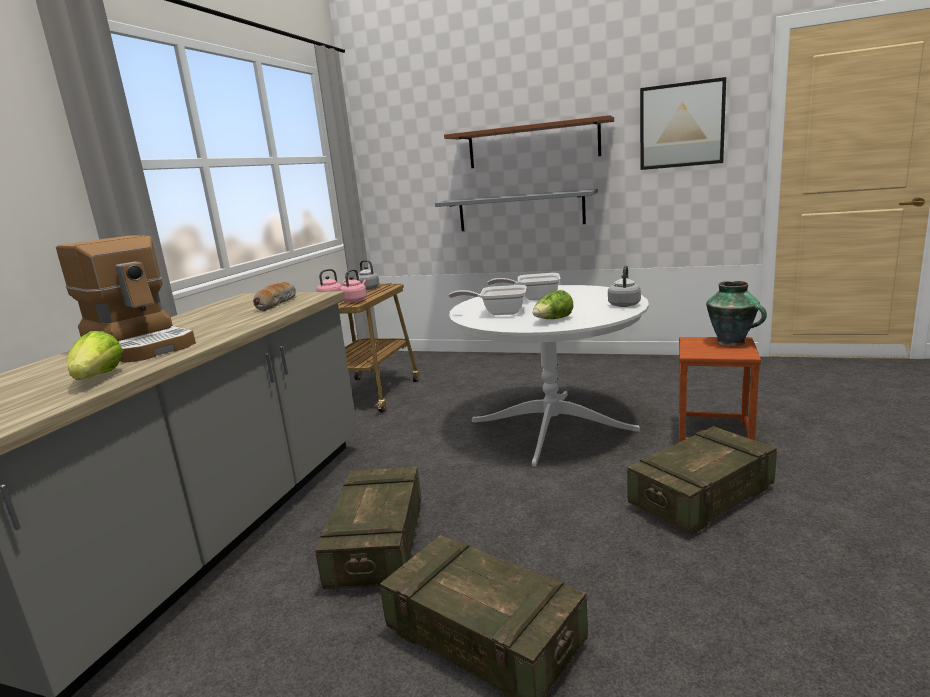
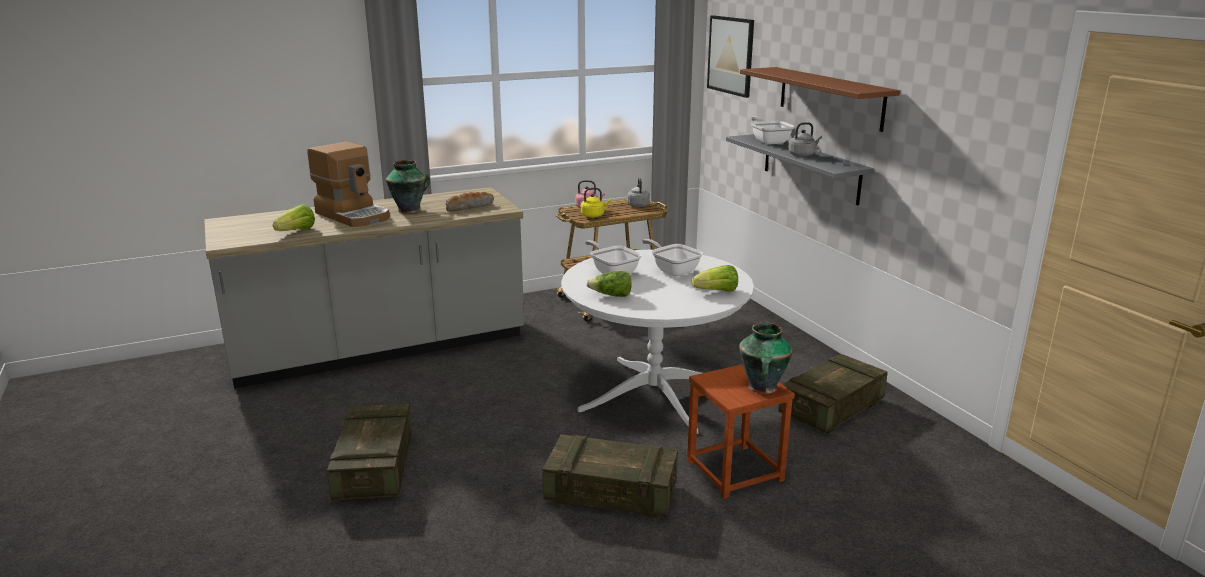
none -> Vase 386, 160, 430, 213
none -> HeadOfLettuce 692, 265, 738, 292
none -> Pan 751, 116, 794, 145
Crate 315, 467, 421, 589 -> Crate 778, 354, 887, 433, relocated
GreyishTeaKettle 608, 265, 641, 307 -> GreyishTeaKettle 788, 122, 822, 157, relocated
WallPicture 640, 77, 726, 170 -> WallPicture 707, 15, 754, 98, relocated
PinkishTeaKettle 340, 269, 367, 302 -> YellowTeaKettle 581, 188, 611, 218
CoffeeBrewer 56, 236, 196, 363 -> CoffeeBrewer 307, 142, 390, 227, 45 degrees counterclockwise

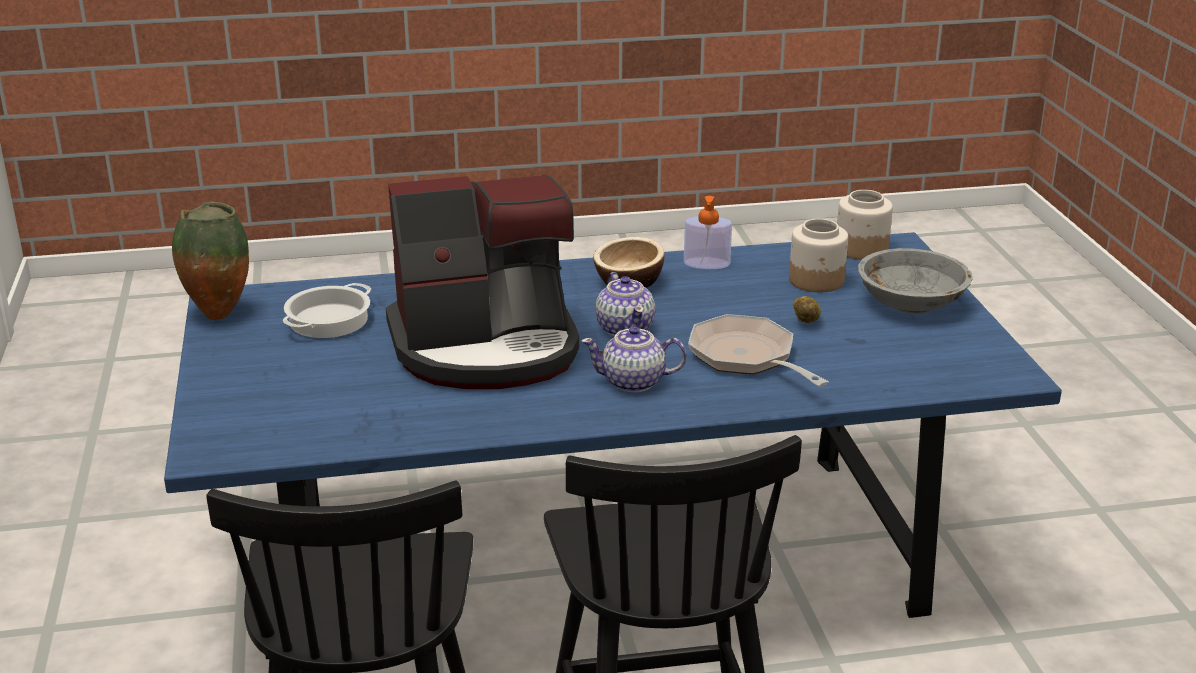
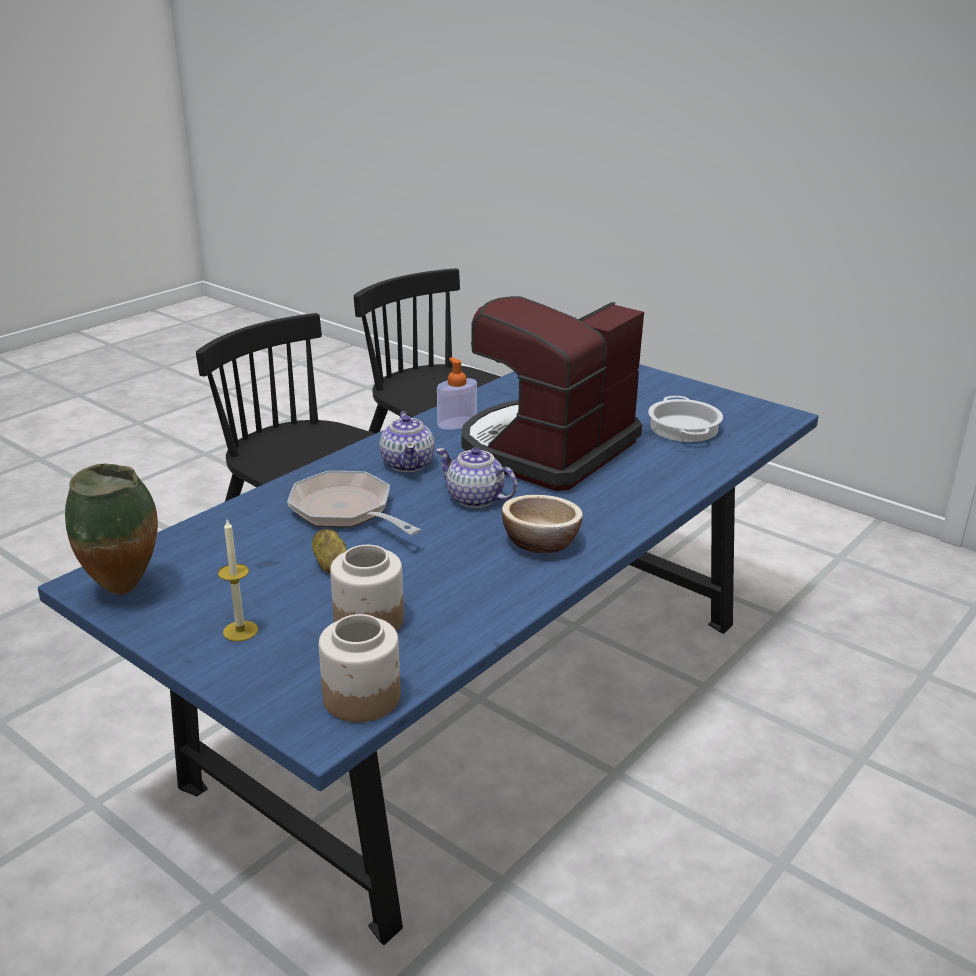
Vase 172, 202, 249, 320 -> Vase 65, 463, 158, 595, relocated
SoapBottle 684, 196, 732, 269 -> SoapBottle 437, 357, 477, 430, relocated
GreyishDeepDish 858, 248, 973, 314 -> WaxLight 218, 520, 258, 641
Teapot 581, 326, 687, 393 -> Teapot 380, 411, 435, 472, 120 degrees clockwise
Pan 688, 314, 829, 386 -> Pan 287, 471, 421, 535, 150 degrees counterclockwise

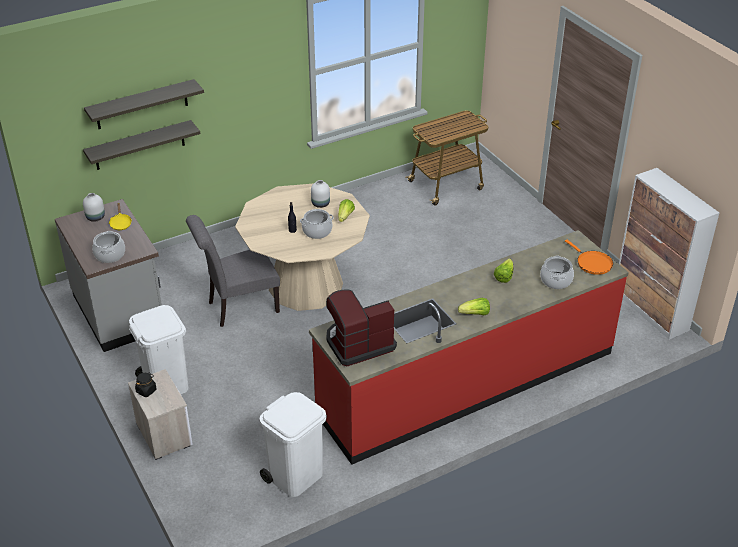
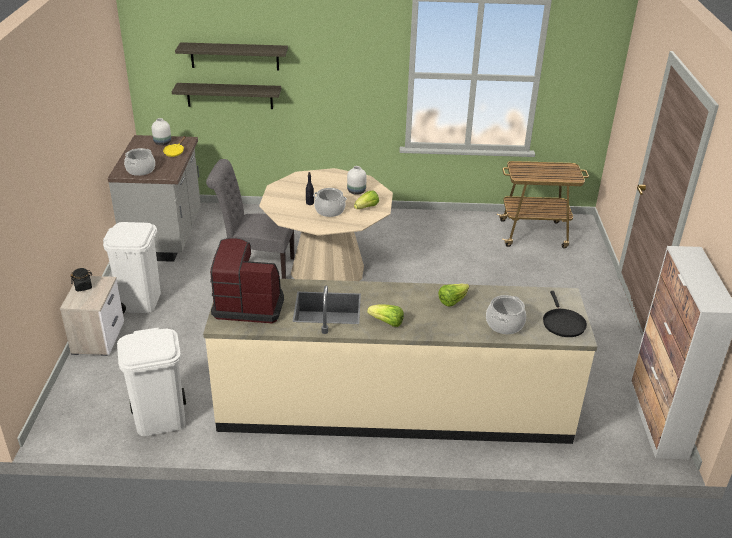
ReddishCounter 309, 230, 629, 465 -> BeigeColouredCounter 203, 279, 598, 444
OrangeyPan 565, 240, 613, 275 -> BlackColouredPan 543, 291, 587, 337

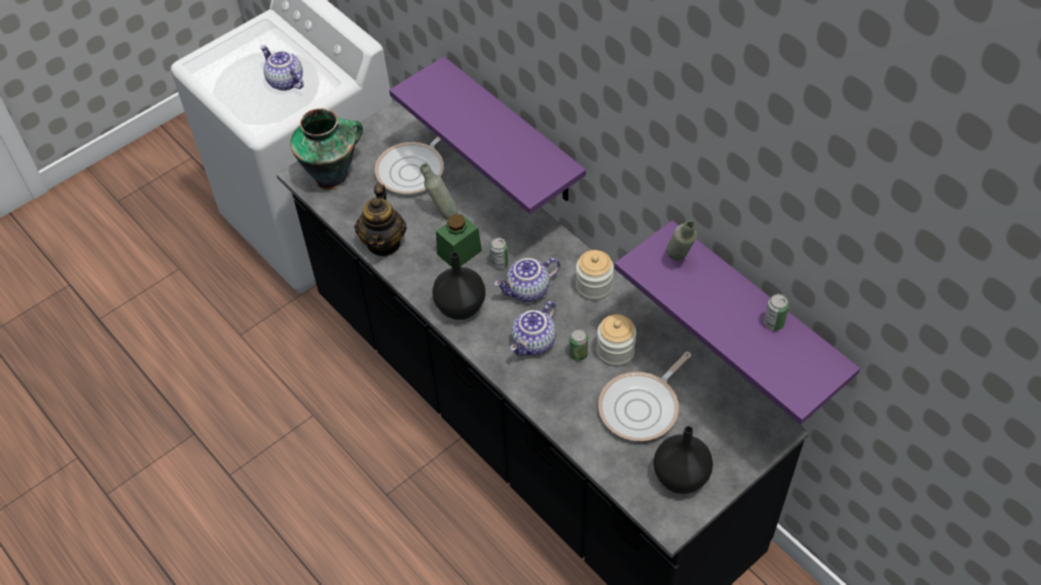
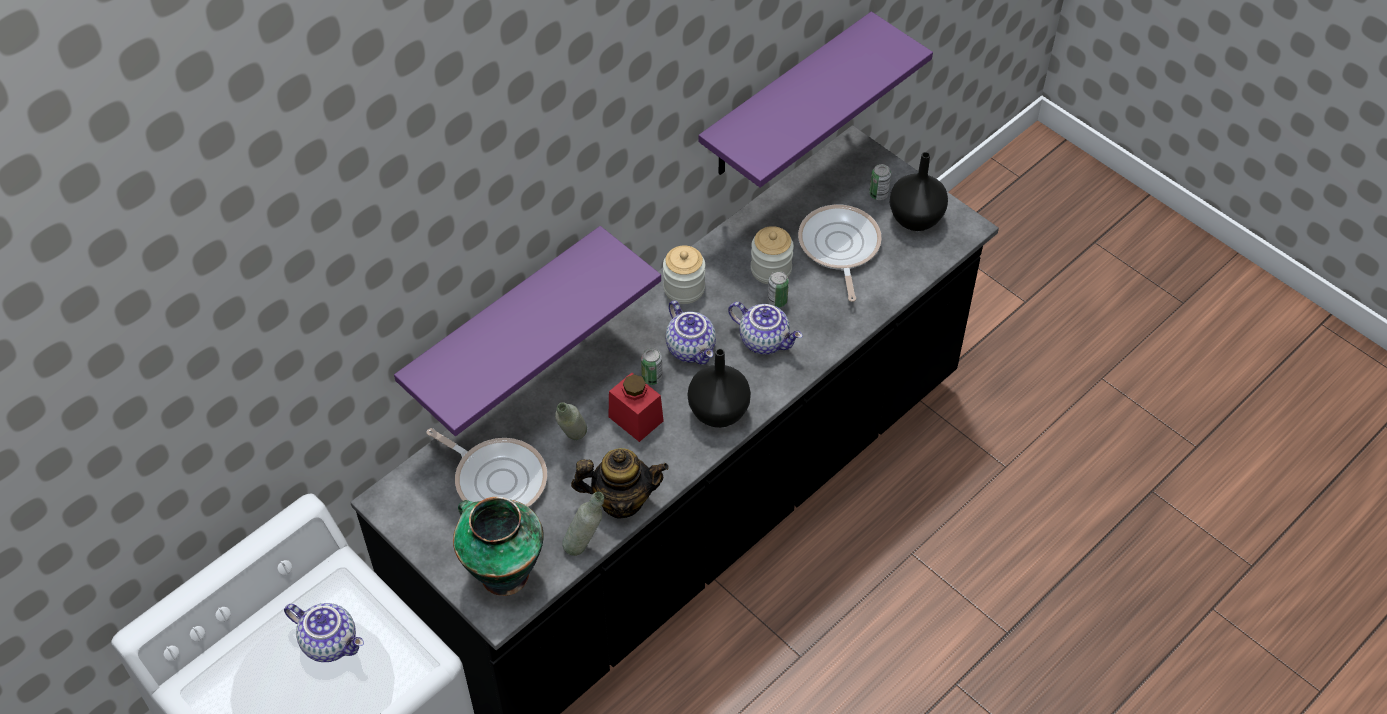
GreyishDrinkBottle 667, 220, 697, 260 -> GreyishDrinkBottle 562, 492, 604, 556, relocated
SealedCan 764, 294, 789, 331 -> SealedCan 869, 164, 891, 200, relocated
GreenishStorageJar 436, 214, 482, 267 -> ReddishStorageJar 609, 373, 664, 442
Teapot 260, 45, 304, 91 -> Teapot 284, 603, 364, 662, 105 degrees counterclockwise
Pan 598, 352, 691, 441 -> Pan 798, 205, 882, 302, 135 degrees counterclockwise

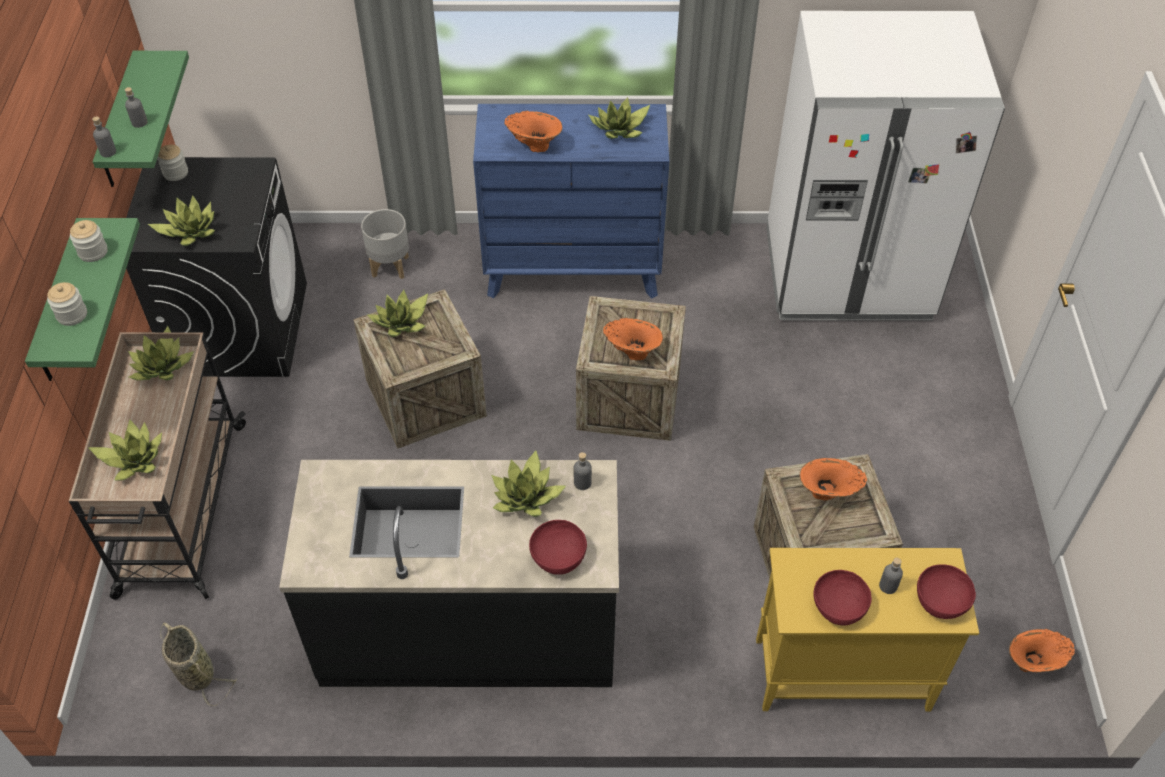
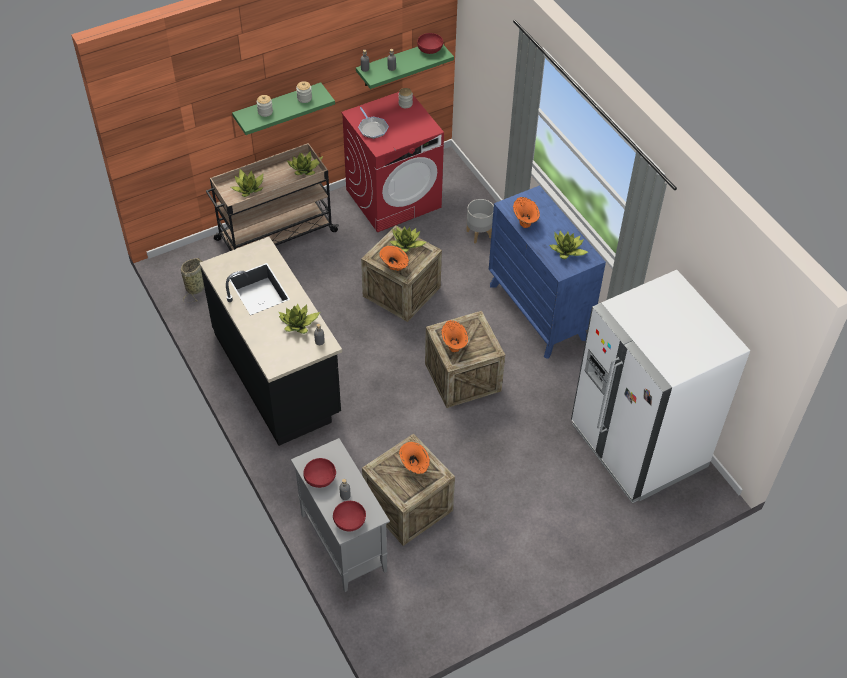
ReddishDeepDish 529, 520, 587, 575 -> ReddishDeepDish 417, 33, 443, 54, relocated
OrangeyVase 1009, 629, 1075, 673 -> OrangeyVase 379, 246, 409, 271, relocated
Houseplant 148, 195, 215, 246 -> Pan 358, 107, 389, 139
BlackColouredLaundryAppliance 126, 157, 307, 377 -> ReddishLaundryAppliance 341, 92, 444, 232
YellowCabinet 756, 548, 979, 712 -> GreyishCabinet 291, 438, 390, 592

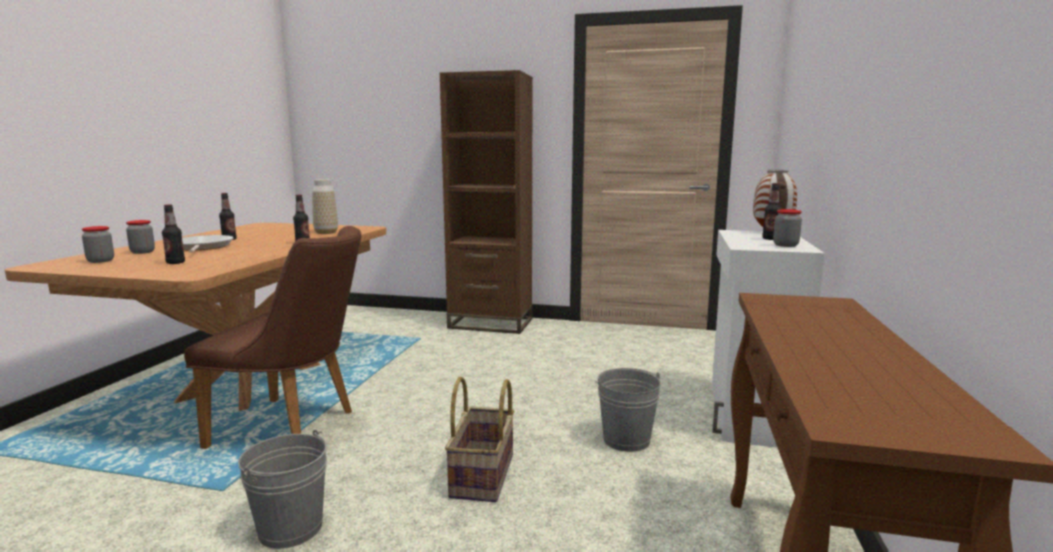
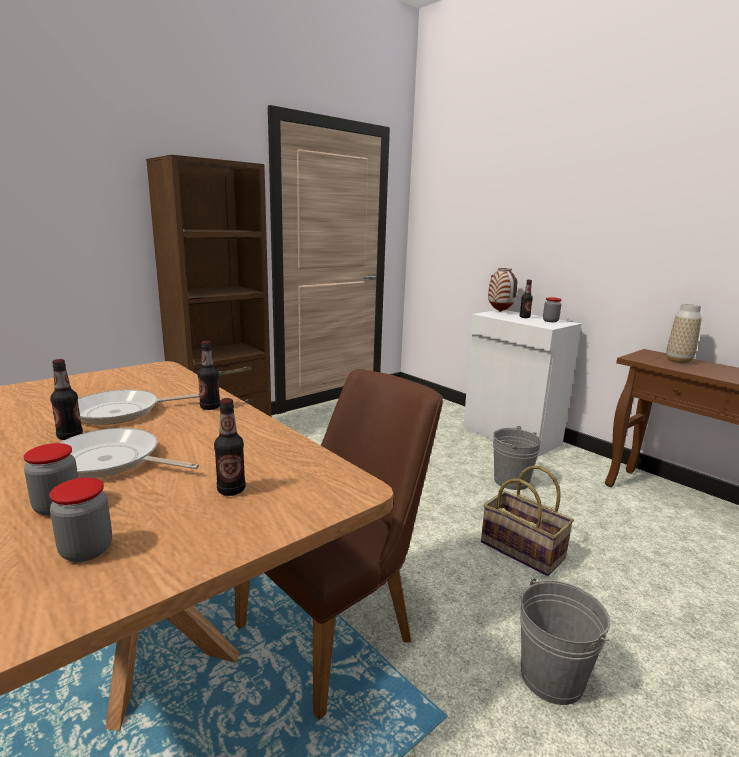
none -> Pan 78, 390, 200, 424
Vase 312, 179, 338, 234 -> Vase 666, 303, 702, 363, relocated

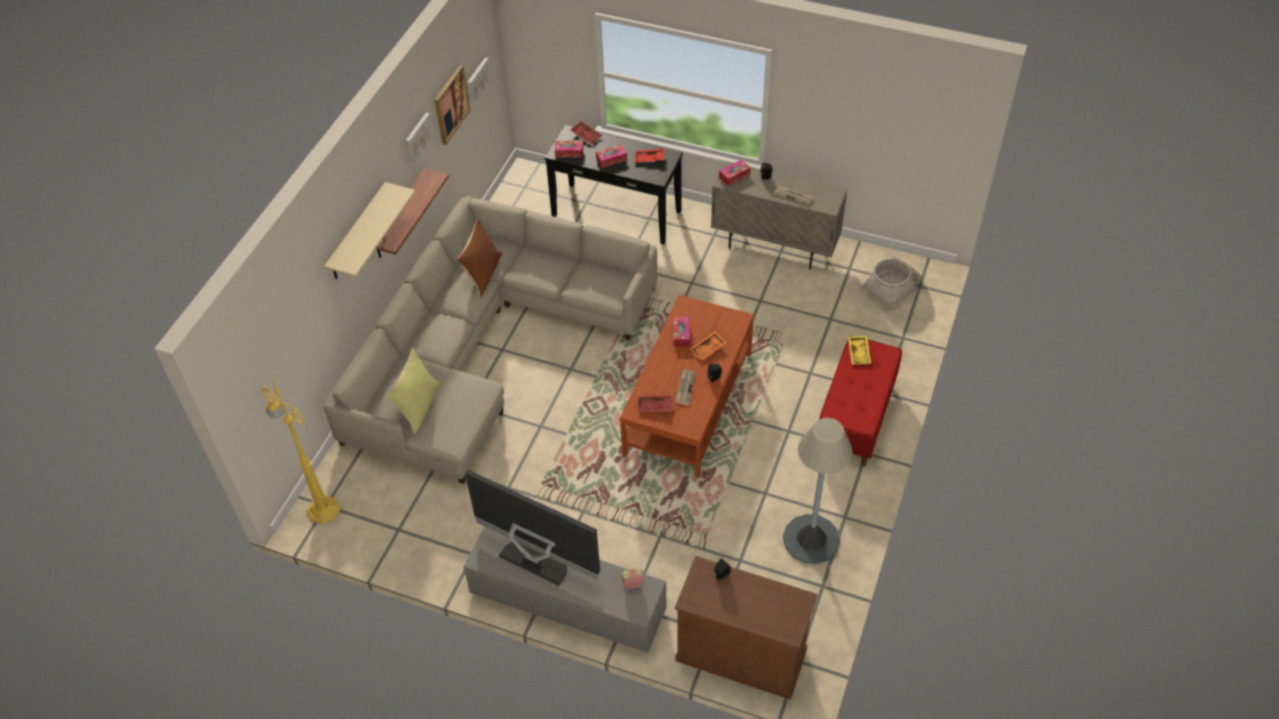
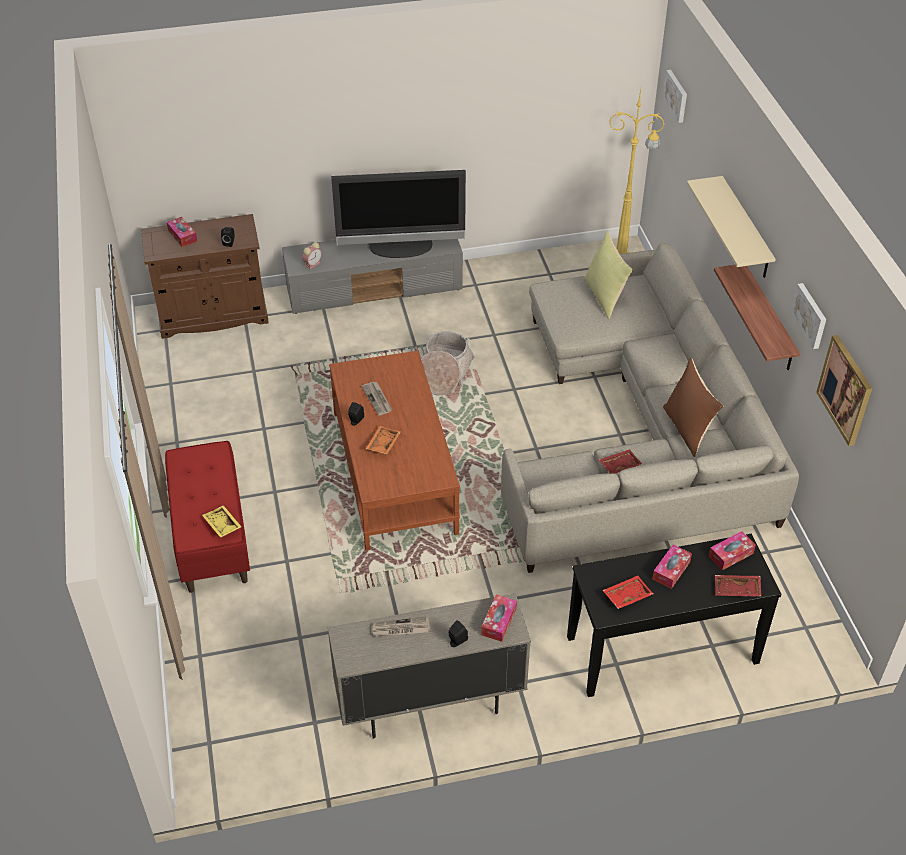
GreyishStandingLamp 783, 418, 853, 564 -> none
WallPicture 467, 58, 492, 105 -> WallPicture 663, 70, 687, 123, relocated
ReddishCarryingTray 637, 395, 672, 412 -> ReddishCarryingTray 598, 449, 643, 474, relocated
TissueBox 673, 317, 690, 347 -> TissueBox 167, 217, 197, 247, relocated
StorageBasket 861, 255, 924, 311 -> StorageBasket 421, 331, 475, 395, relocated

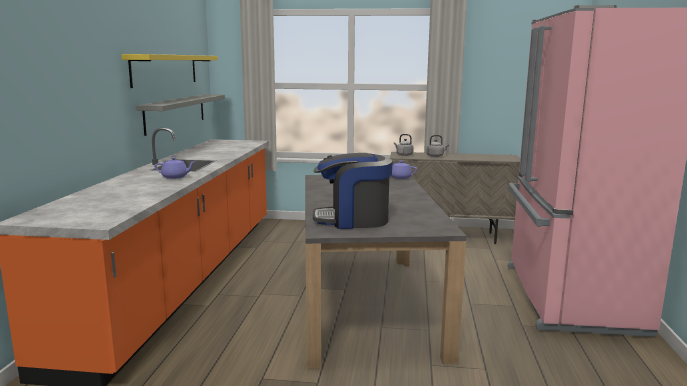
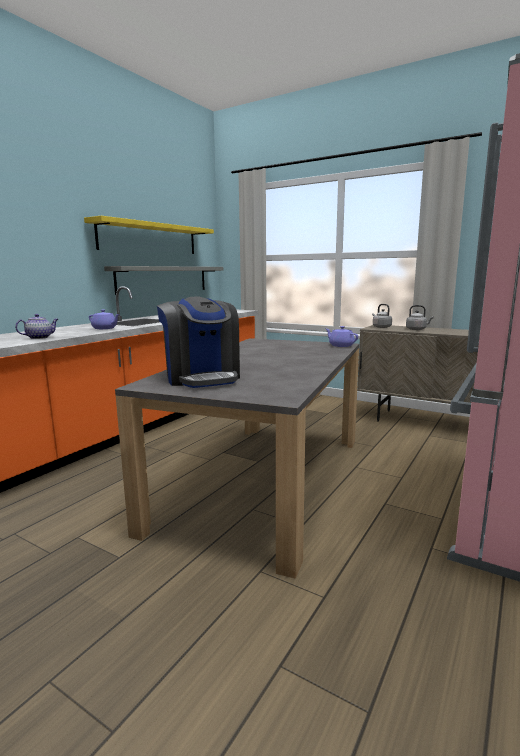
none -> Teapot 15, 314, 58, 339
CoffeeBrewer 313, 153, 392, 229 -> CoffeeBrewer 157, 297, 240, 388, 135 degrees counterclockwise

